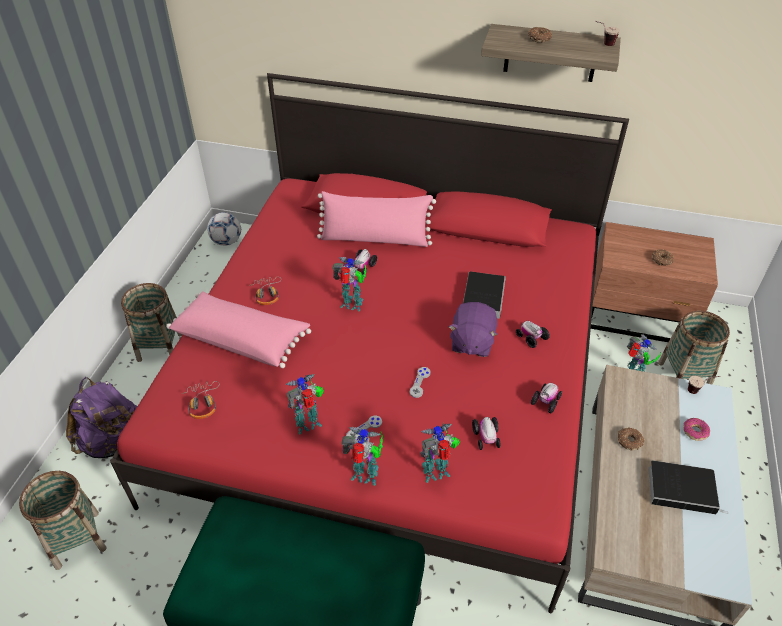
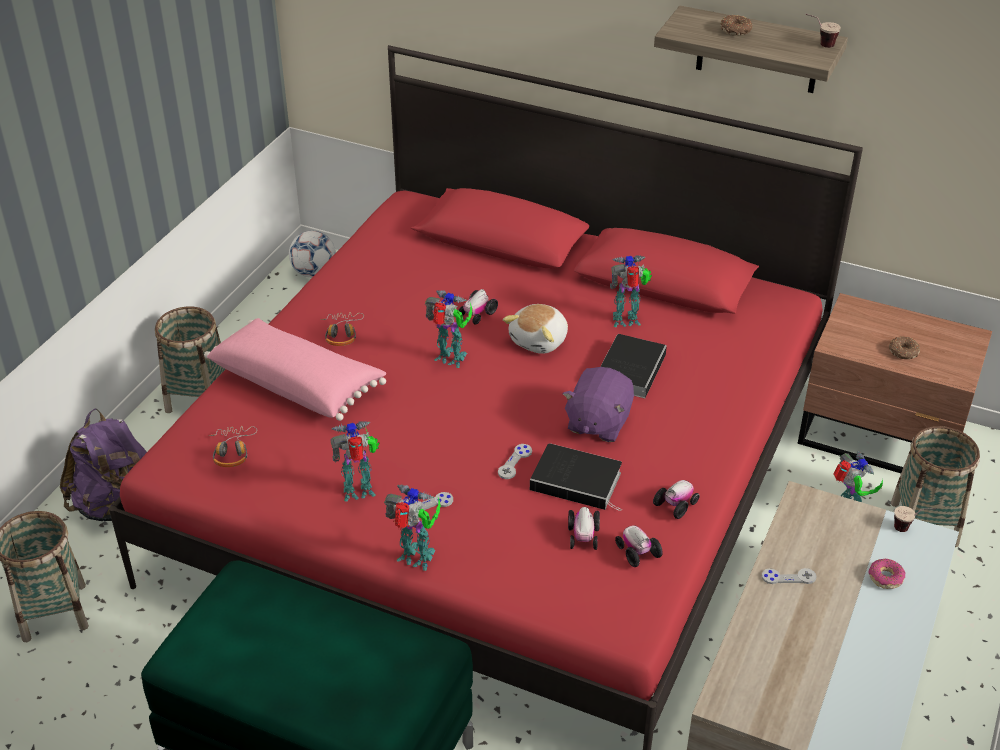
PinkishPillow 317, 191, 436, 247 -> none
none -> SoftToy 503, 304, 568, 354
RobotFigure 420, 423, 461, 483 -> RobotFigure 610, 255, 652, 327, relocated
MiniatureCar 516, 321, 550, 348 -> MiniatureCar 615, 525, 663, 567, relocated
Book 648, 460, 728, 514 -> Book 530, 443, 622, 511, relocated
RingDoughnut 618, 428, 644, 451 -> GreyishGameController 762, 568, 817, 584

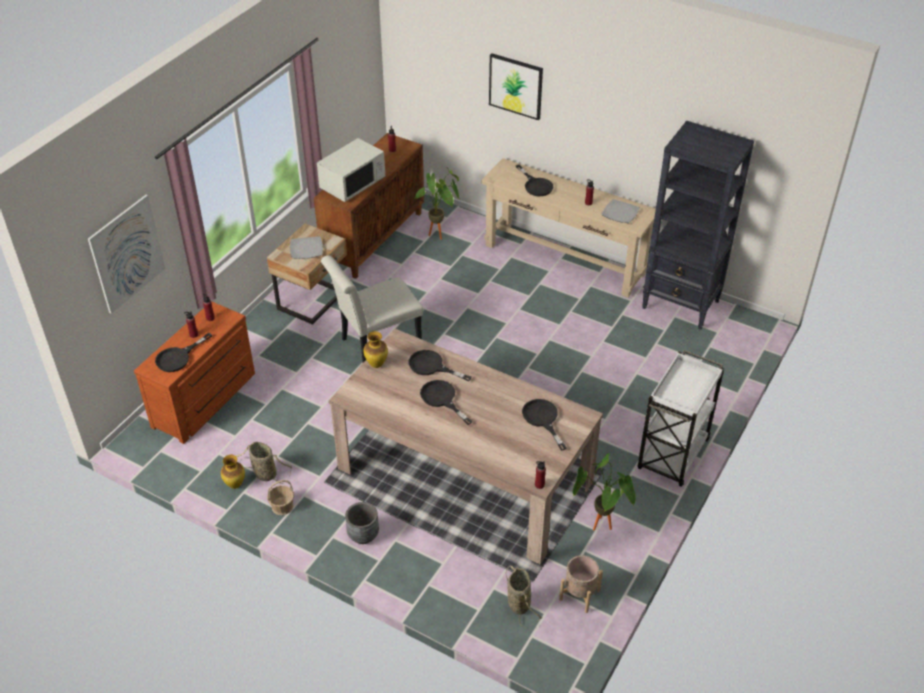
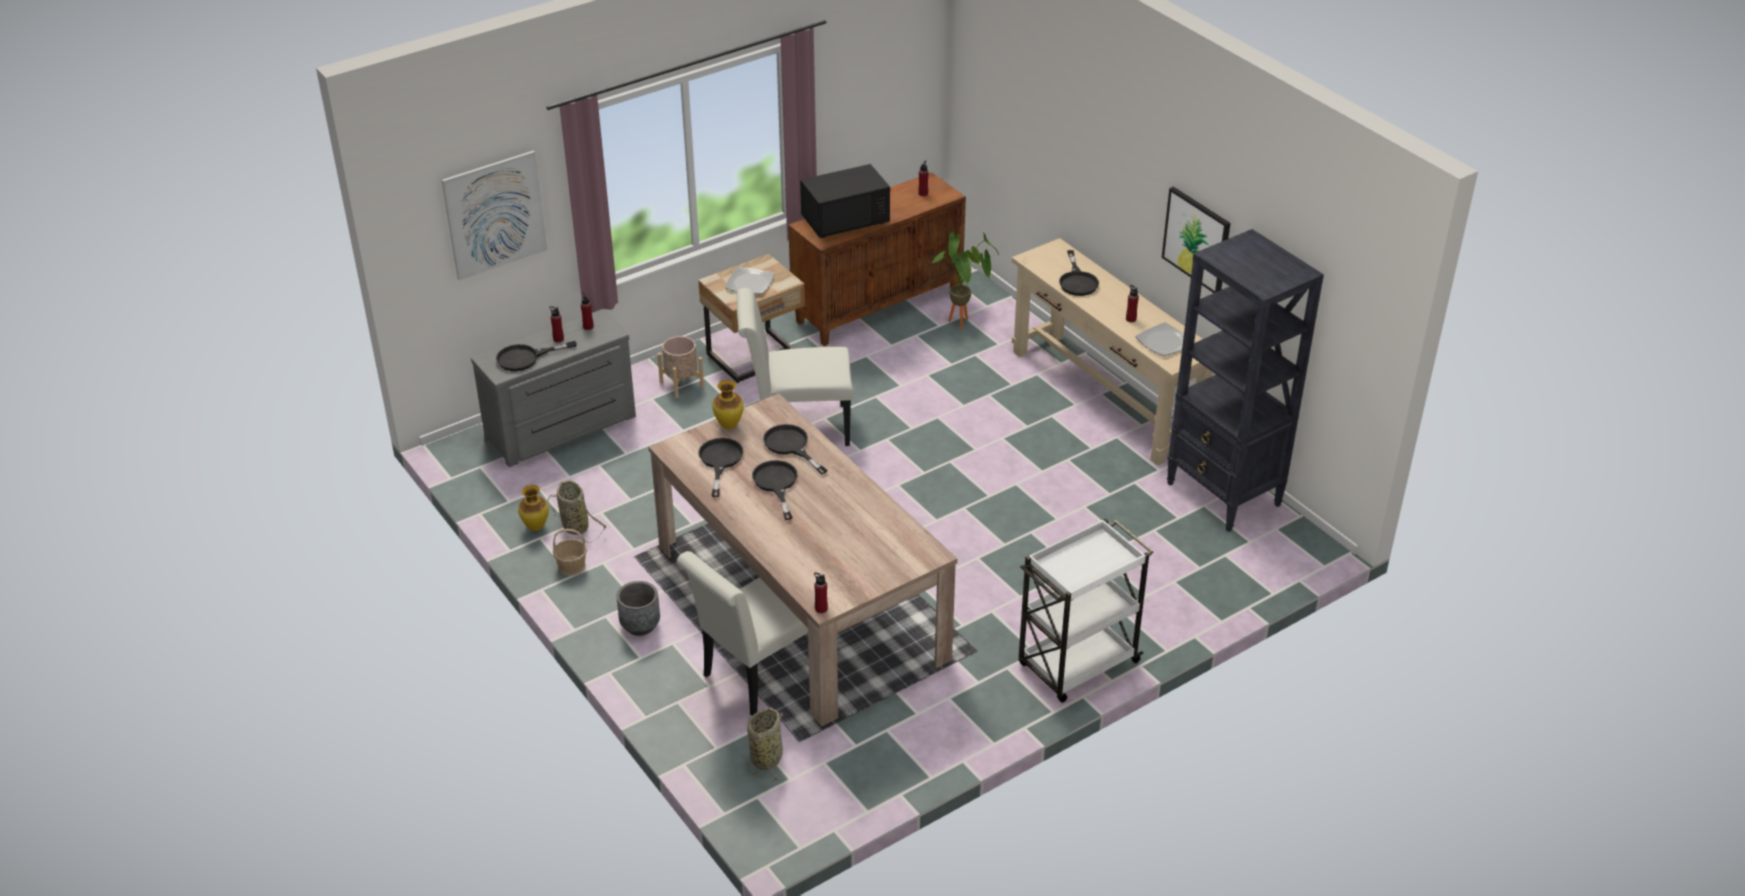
Houseplant 573, 453, 636, 531 -> none
none -> WhiteUprightChair 677, 551, 808, 716
WallPicture 489, 53, 543, 120 -> WallPicture 1162, 187, 1230, 293, relocated
BlackColouredPan 522, 399, 567, 451 -> BlackColouredPan 698, 438, 743, 497, relocated
BeigeColouredPlanter 559, 555, 603, 613 -> BeigeColouredPlanter 657, 336, 704, 398, relocated
BrownishChestOfDrawers 134, 301, 255, 444 -> GreyishChestOfDrawers 471, 309, 636, 467
WhiteMicrowave 317, 138, 385, 202 -> BlackColouredMicrowave 800, 164, 890, 238

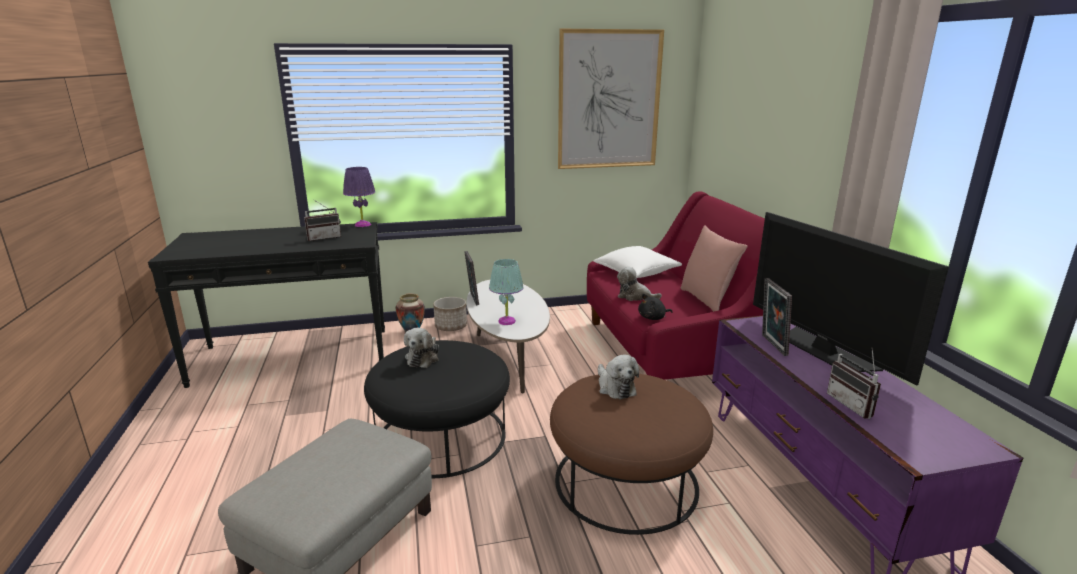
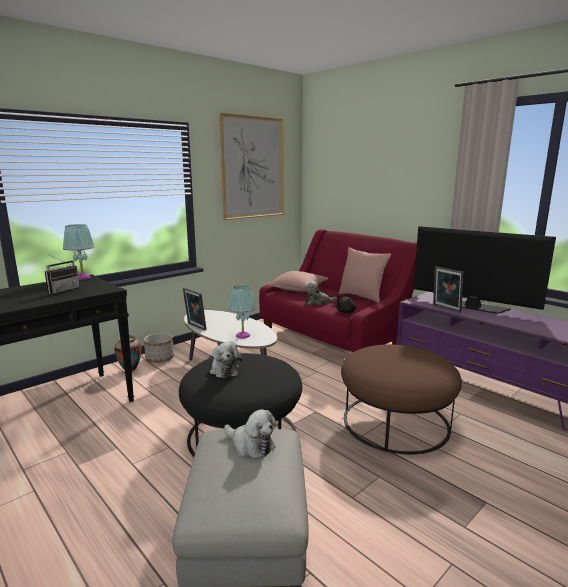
RadioSet 827, 348, 881, 419 -> none
SoftToy 598, 355, 639, 399 -> SoftToy 224, 409, 276, 458, relocated
PurplishTableLamp 343, 167, 375, 227 -> TurquoiseTableLamp 63, 224, 95, 280
WhitePillow 594, 246, 682, 278 -> PinkishPillow 268, 271, 328, 292

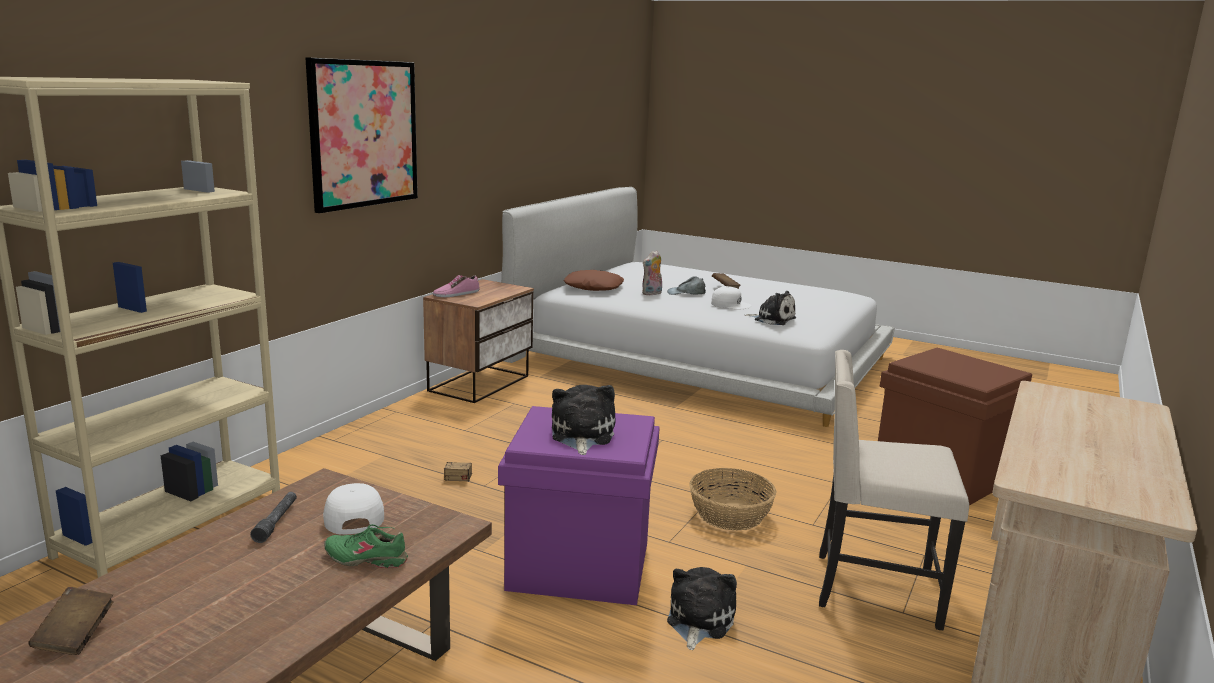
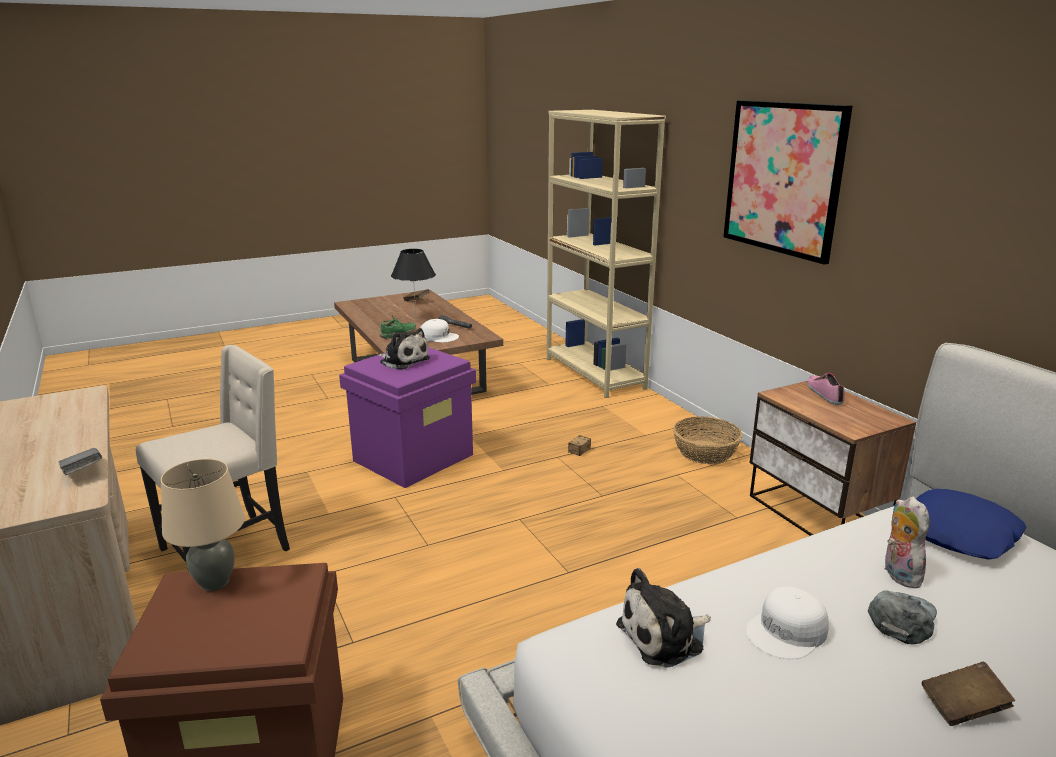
SoftToy 667, 567, 737, 650 -> none
none -> GreyishBook 59, 448, 102, 475
none -> BeigeColouredTableLamp 161, 459, 245, 591
none -> BlackColouredTableLamp 391, 249, 436, 315
StorageBasket 689, 468, 777, 530 -> StorageBasket 673, 416, 742, 464, relocated
BrownishPillow 564, 270, 624, 291 -> BlueColouredPillow 916, 489, 1027, 560

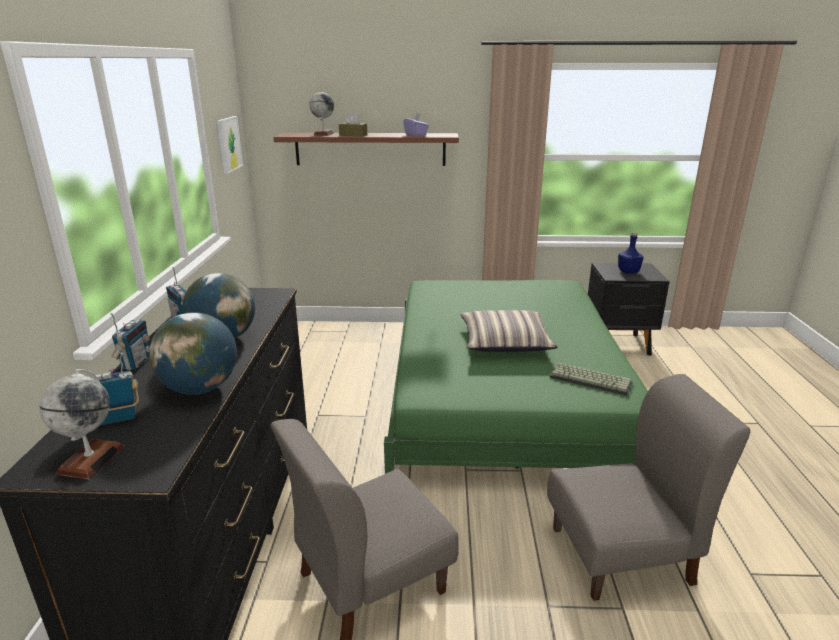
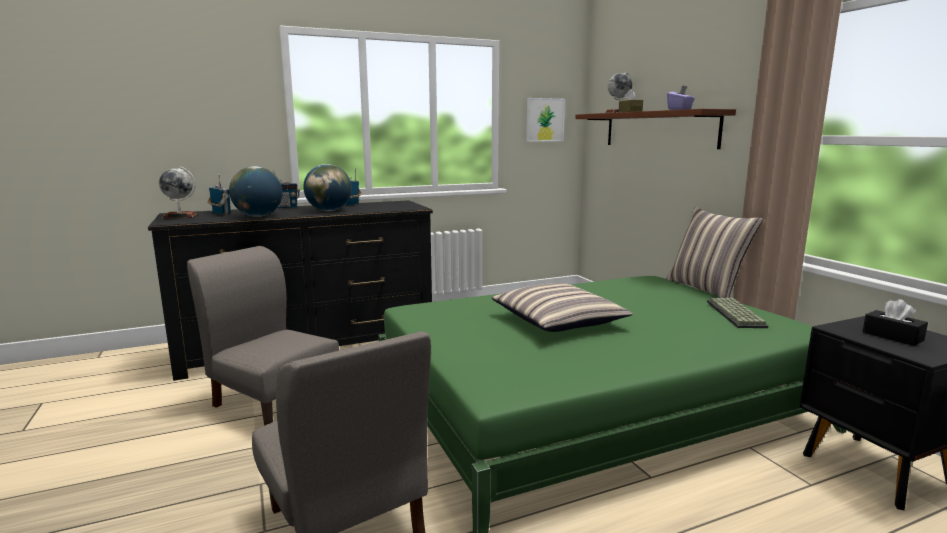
none -> Pillow 666, 207, 763, 298
Keyboard 549, 363, 633, 396 -> Keyboard 707, 298, 768, 328, relocated
BlueColouredDrinkBottle 618, 232, 644, 274 -> BlackColouredTissueBox 862, 299, 928, 346

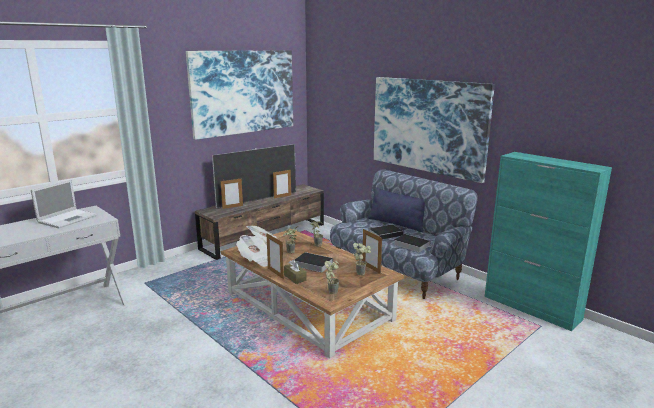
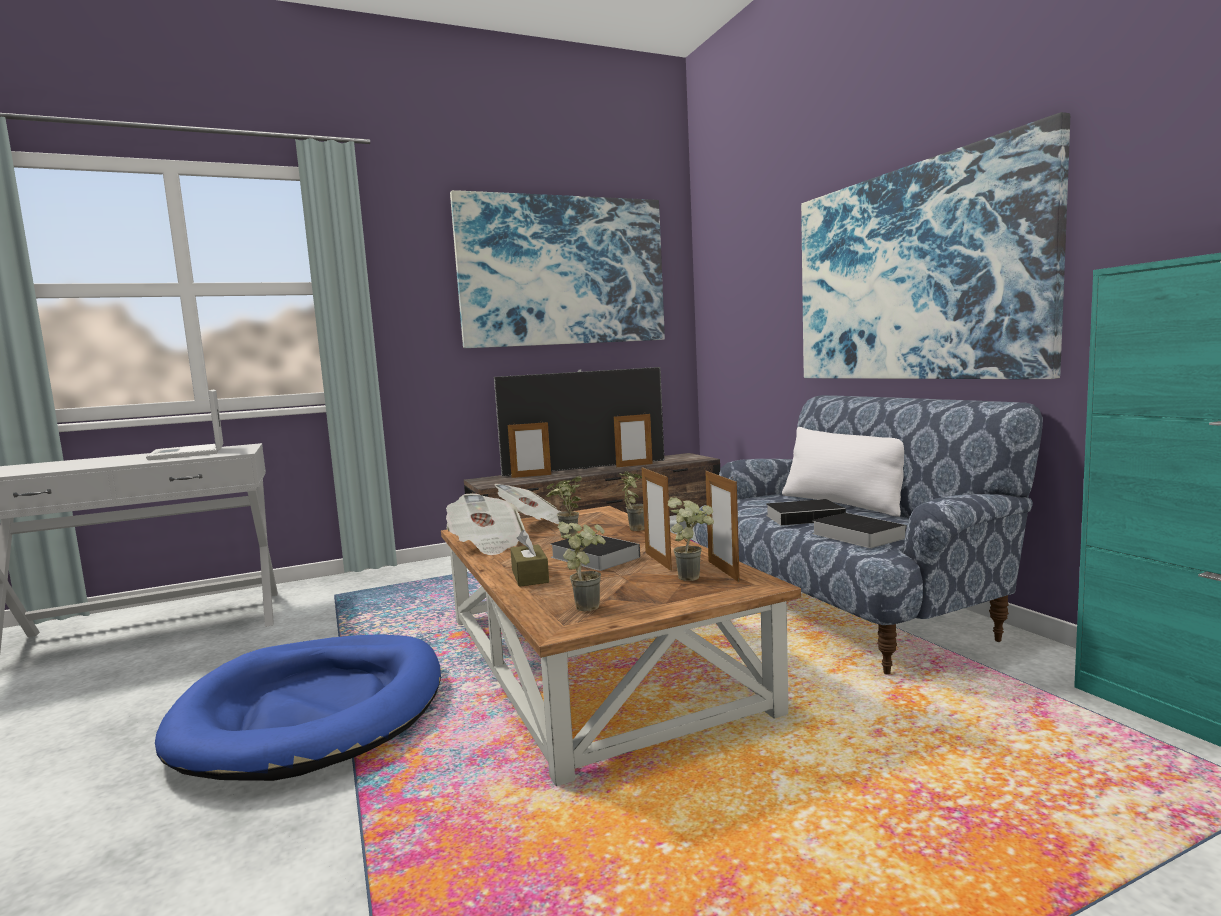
none -> BlueColouredDogBed 155, 634, 441, 781
PictureFrame 266, 233, 284, 279 -> PictureFrame 642, 466, 672, 571, relocated
BlueColouredPillow 368, 187, 425, 232 -> WhitePillow 782, 427, 904, 517
PortableComputer 31, 179, 97, 228 -> PortableComputer 146, 390, 223, 460, 105 degrees clockwise

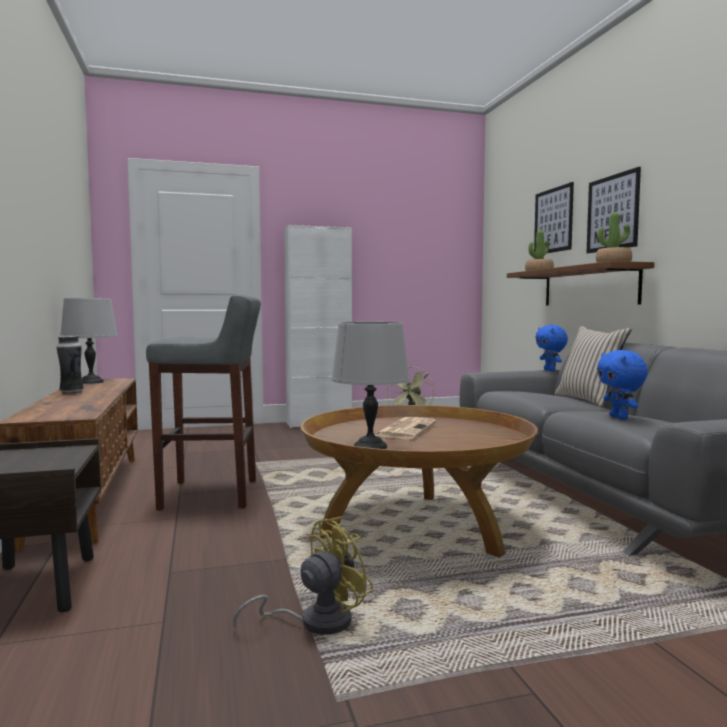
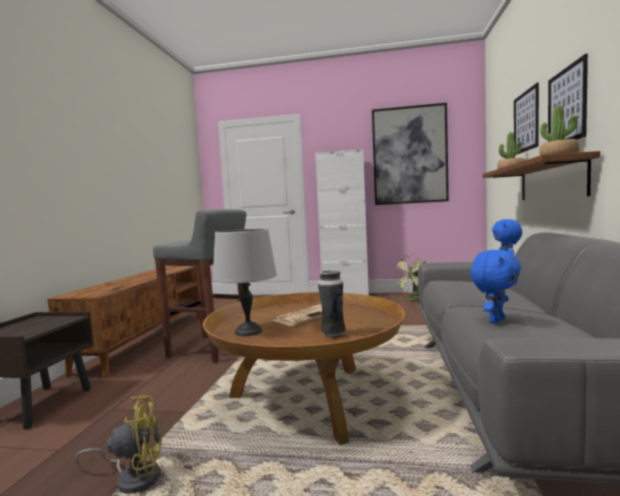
GreyishTableLamp 60, 298, 118, 384 -> none
BeigeColouredPillow 555, 326, 632, 407 -> none
none -> WallPicture 372, 103, 449, 205
Vase 57, 335, 84, 394 -> Vase 318, 270, 346, 338, relocated
BlueColouredSoftToy 597, 350, 648, 420 -> BlueColouredSoftToy 471, 250, 521, 323, 150 degrees counterclockwise

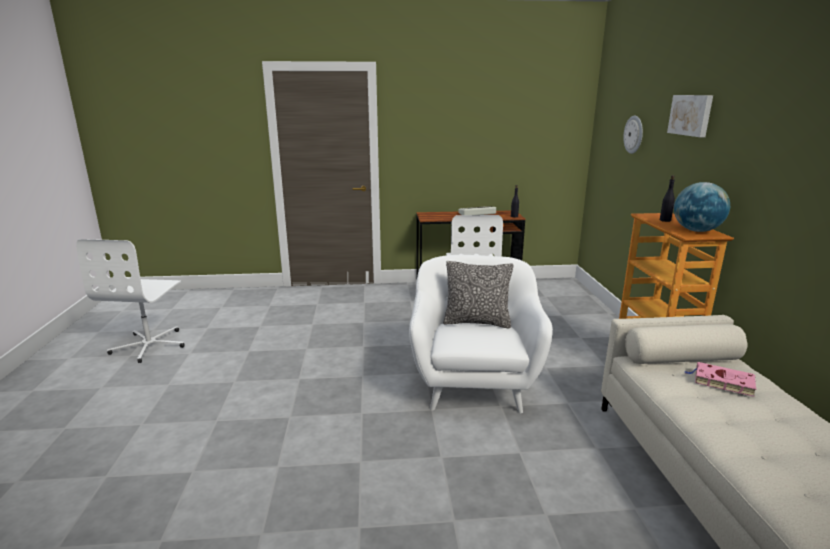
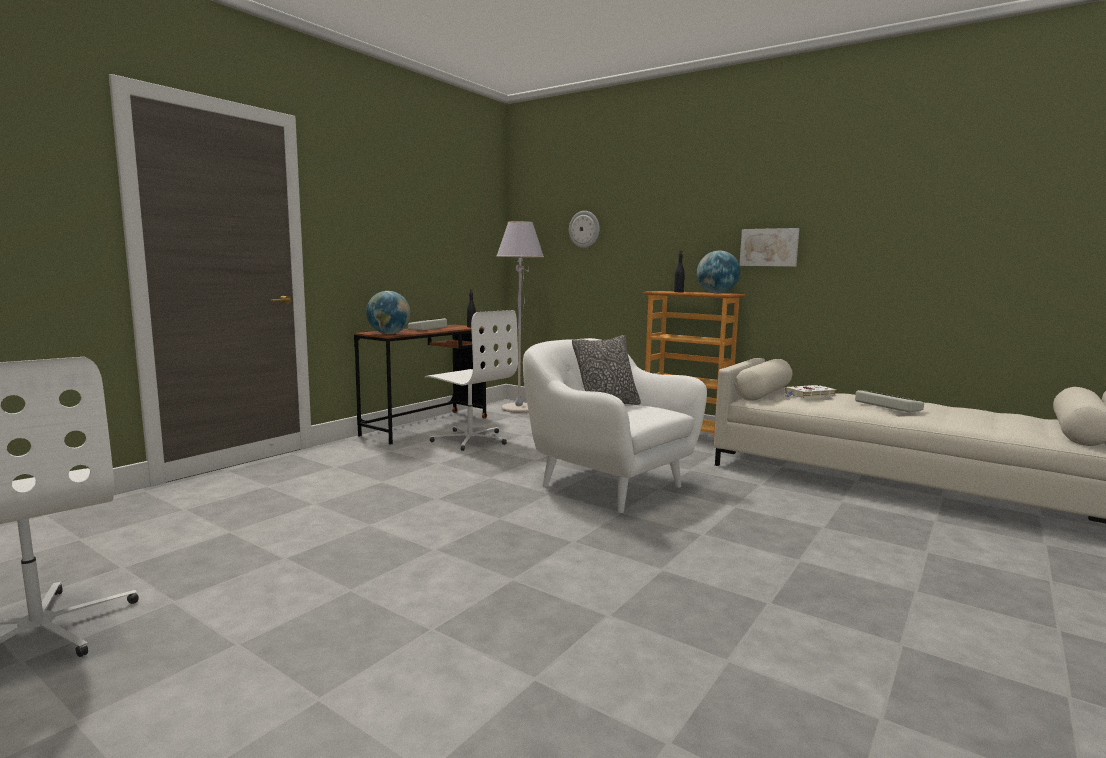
none -> Globe 366, 291, 411, 334
none -> GreyishStandingLamp 496, 221, 544, 413
none -> Keyboard 855, 390, 924, 412
WallPicture 667, 95, 713, 137 -> WallPicture 740, 228, 800, 267, relocated
PinkishBook 685, 362, 756, 397 -> WhiteBook 784, 385, 837, 399

